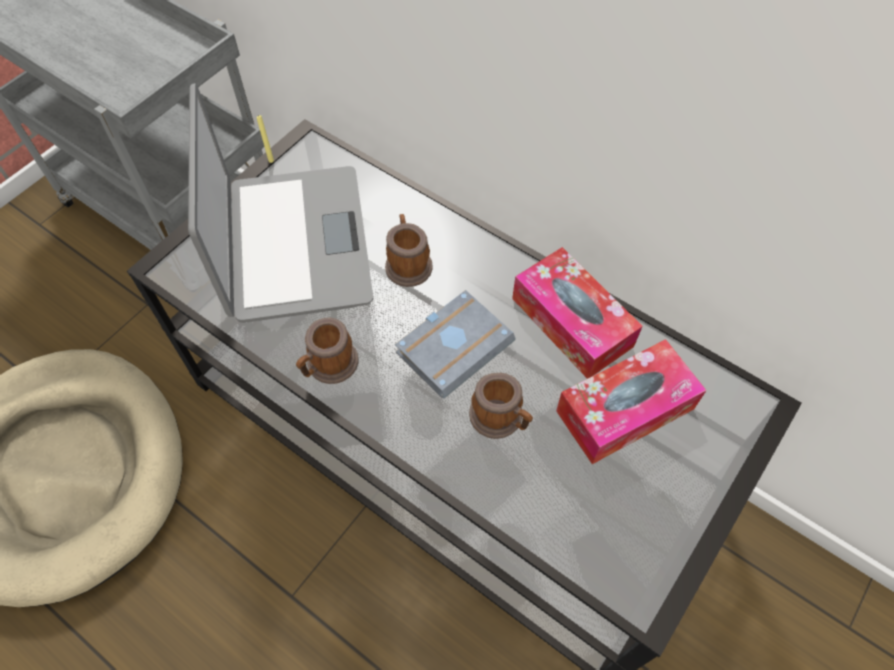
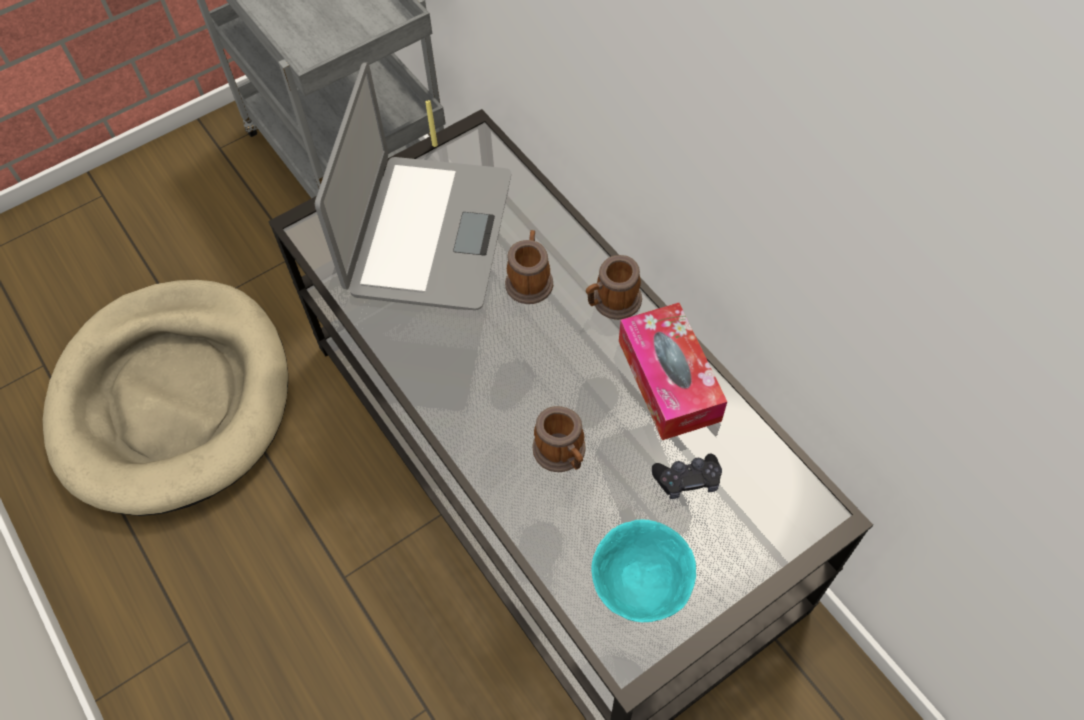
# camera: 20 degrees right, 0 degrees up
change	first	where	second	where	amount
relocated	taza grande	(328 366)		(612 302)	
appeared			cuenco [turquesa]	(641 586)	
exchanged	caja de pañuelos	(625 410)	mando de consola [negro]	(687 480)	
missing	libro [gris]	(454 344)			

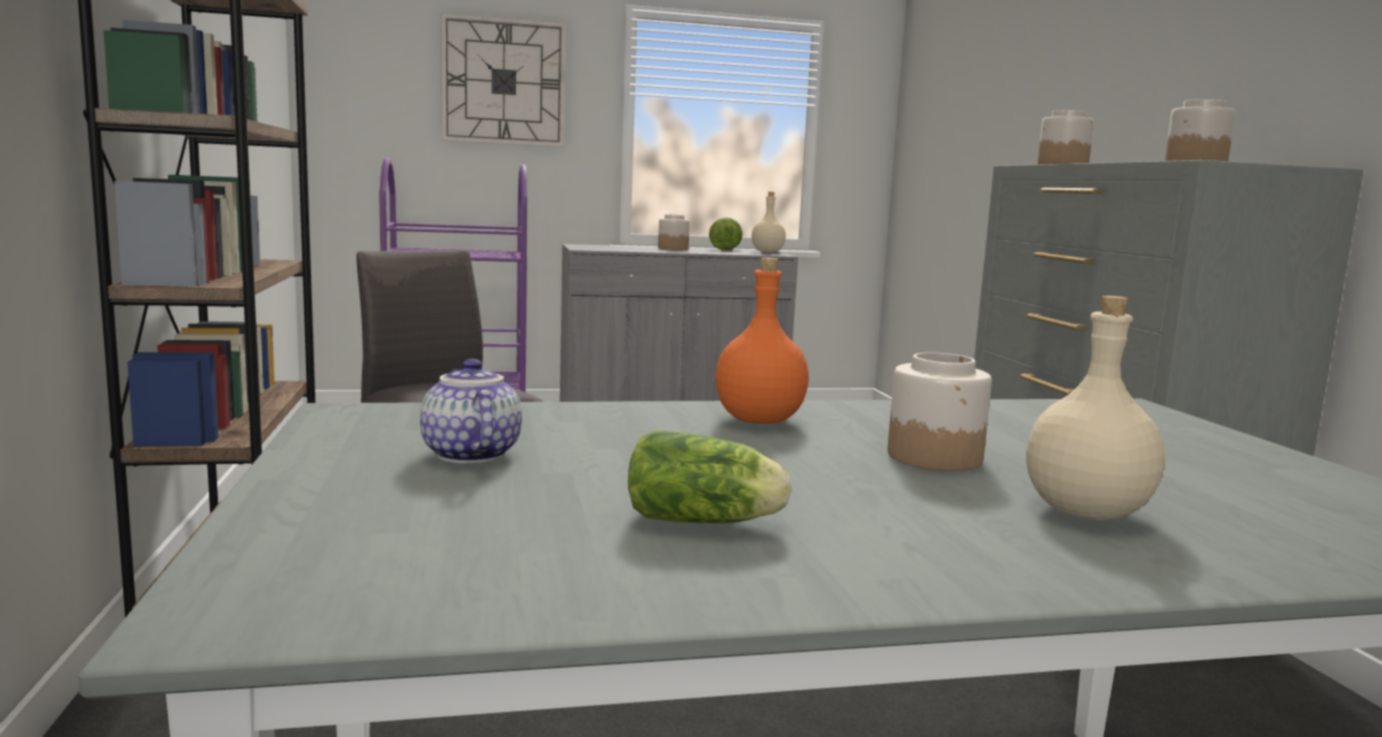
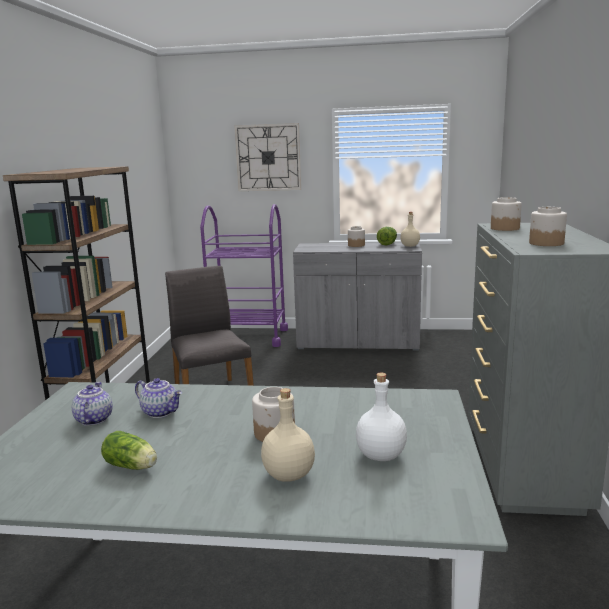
# camera: 20 degrees right, 5 degrees up
change	first	where	second	where	amount
appeared			tetera	(161 412)	
appeared			botella [blanco]	(380 456)	
missing	botella [naranja]	(761 420)			

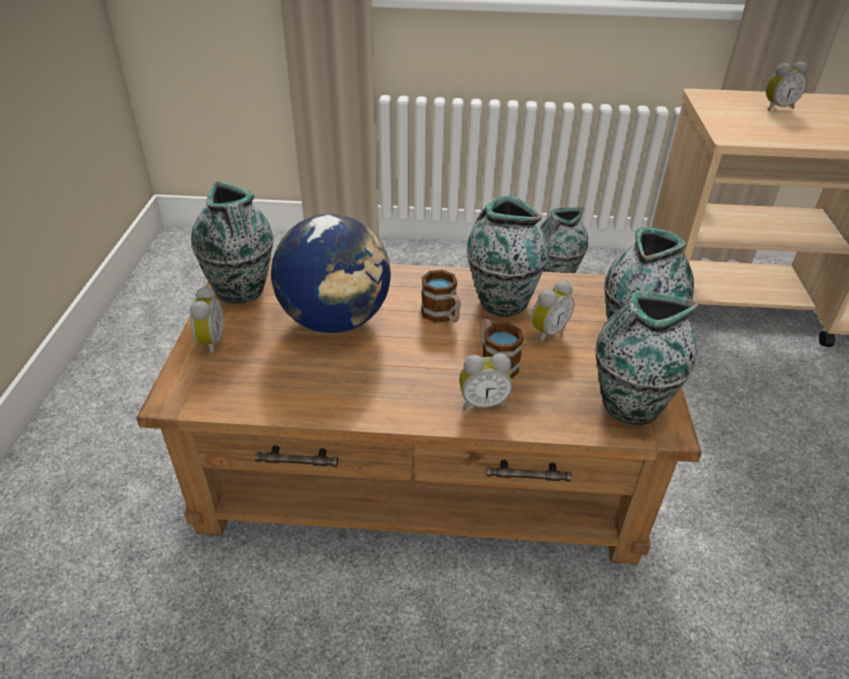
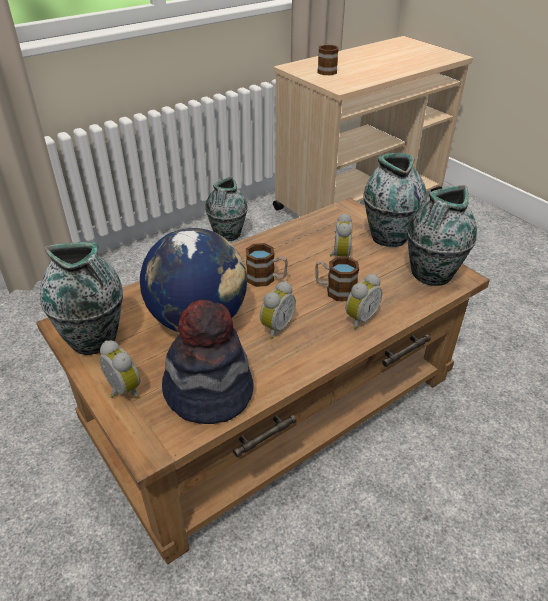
# camera: 40 degrees left, 0 degrees up
change	first	where	second	where	amount
appeared			sombrero	(209 393)	
relocated	despertador	(777 108)		(275 327)	
appeared			taza grande	(325 70)	
missing	florero	(501 302)			

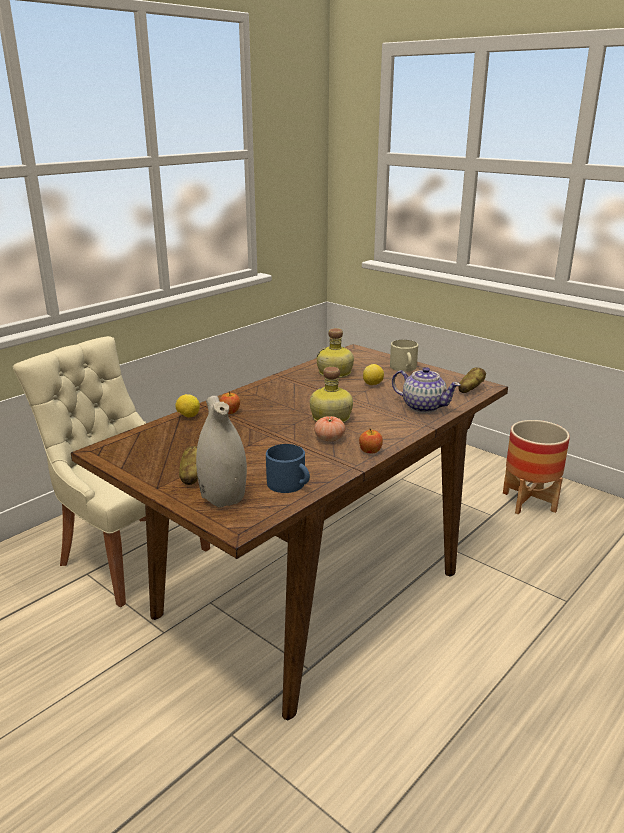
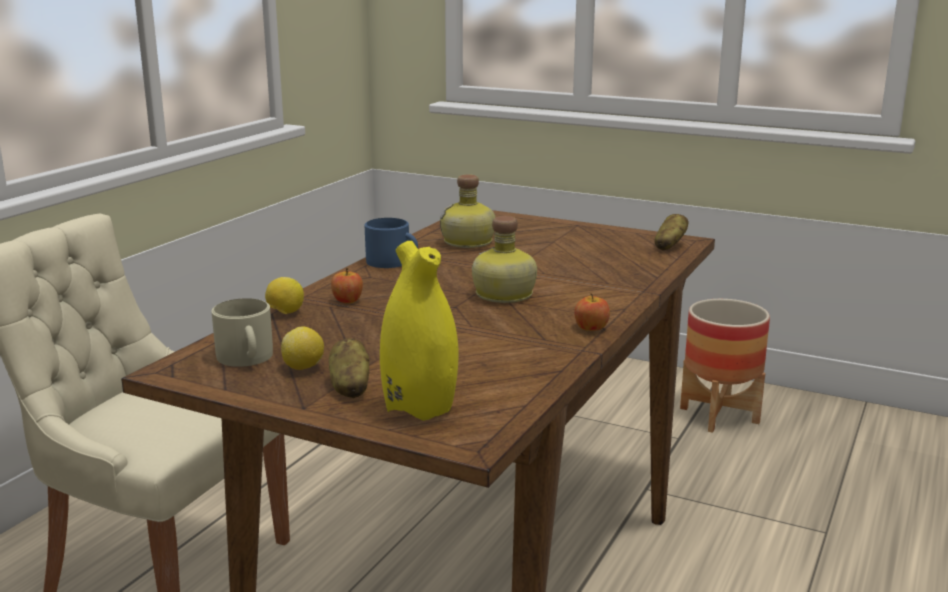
# camera: 15 degrees left, 5 degrees down
change	first	where	second	where	amount
relocated	taza grande [beis]	(404 368)		(246 358)	
relocated	limón	(373 384)		(304 368)	
relocated	taza grande [azul]	(290 485)		(393 262)	
colour	florero [blanco]	(223 498)	florero [amarillo]	(419 408)	
missing	tomate	(329 438)			
missing	tetera	(423 406)			

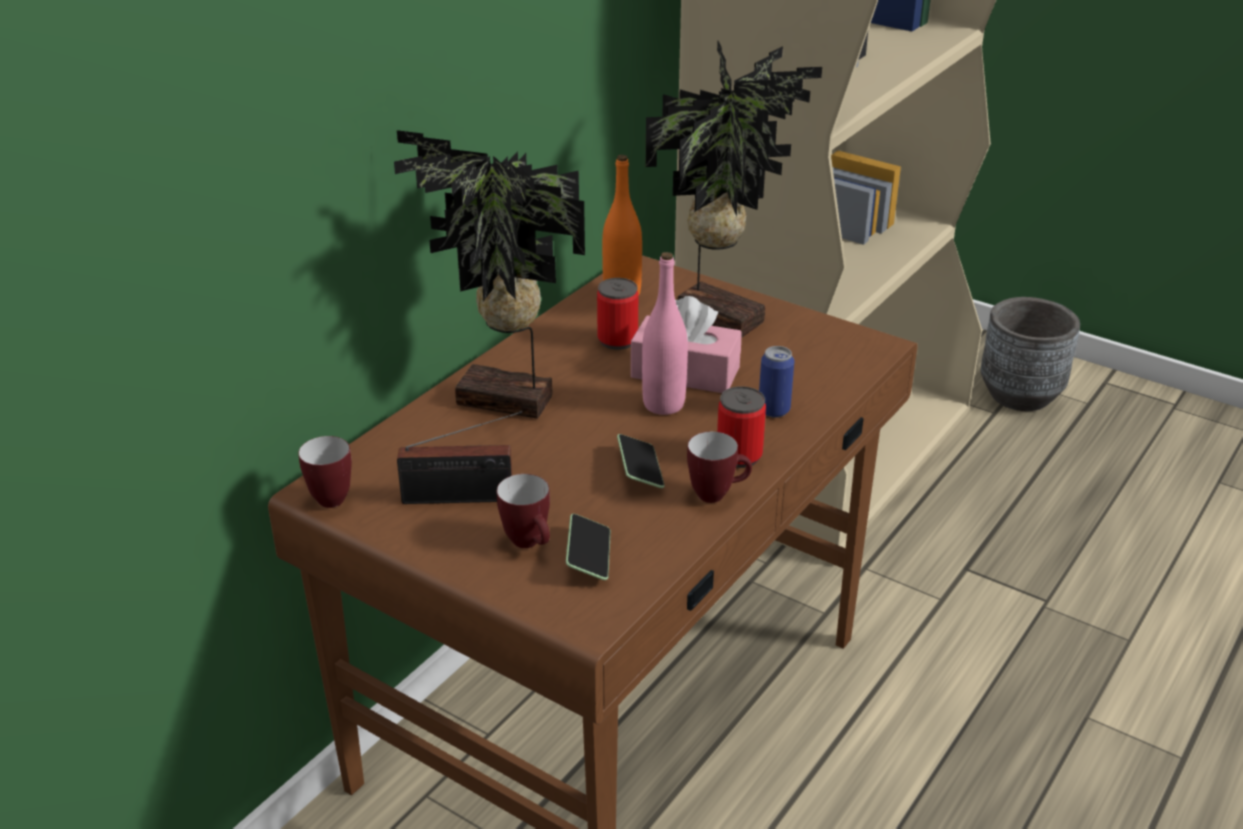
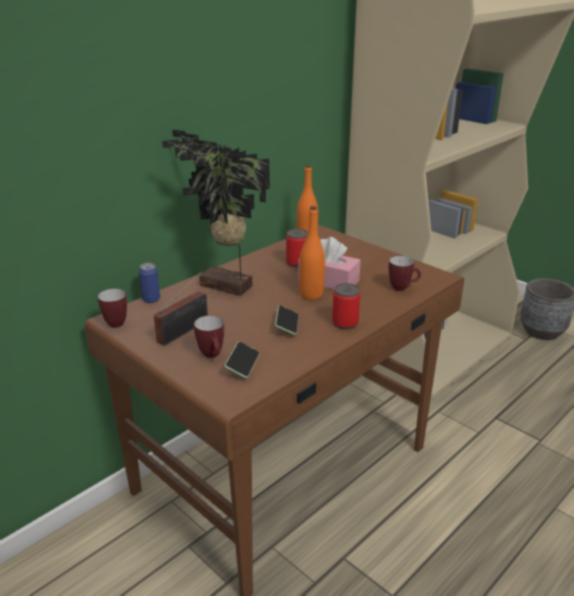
# camera: 10 degrees right, 5 degrees down
change	first	where	second	where	amount
relocated	lata	(774 410)		(151 299)	
spun	radio	(464 498)		(186 330)	60 degrees counterclockwise
colour	botella [rosa]	(663 404)	botella [naranja]	(311 295)	
relocated	taza grande	(717 494)		(402 288)	
missing	planta en maceta	(721 315)			

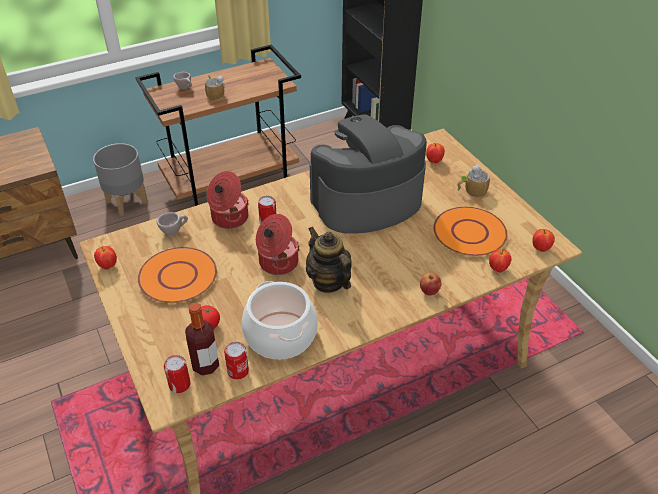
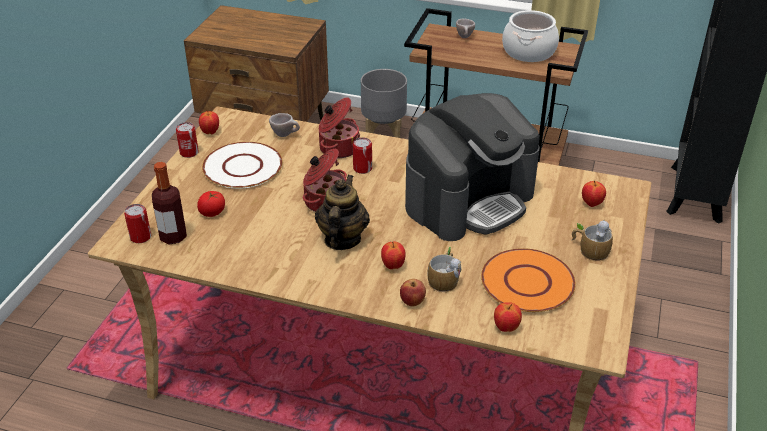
# camera: 45 degrees right, 5 degrees down
change	first	where	second	where	amount
relocated	lata	(238 371)		(189 153)	
colour	plato [naranja]	(178 276)	plato [blanco]	(243 167)	
relocated	manzana	(540 248)		(393 266)	
spun	cafetera	(366 202)		(469 200)	120 degrees clockwise
relocated	taza grande	(214 94)		(445 279)	
relocated	olla	(280 335)		(528 51)	

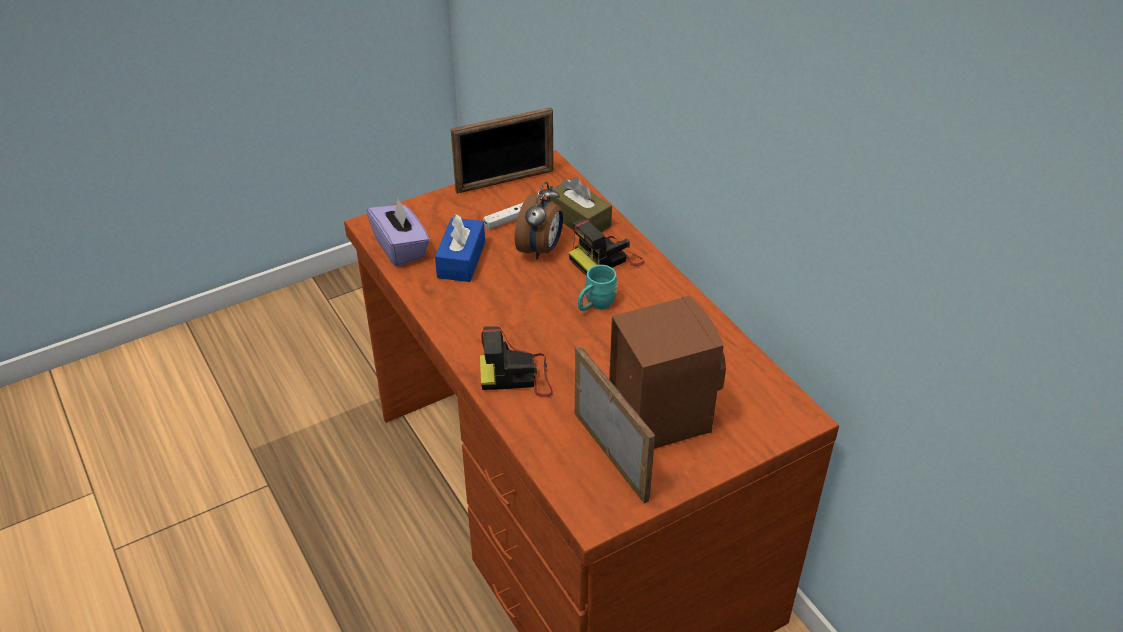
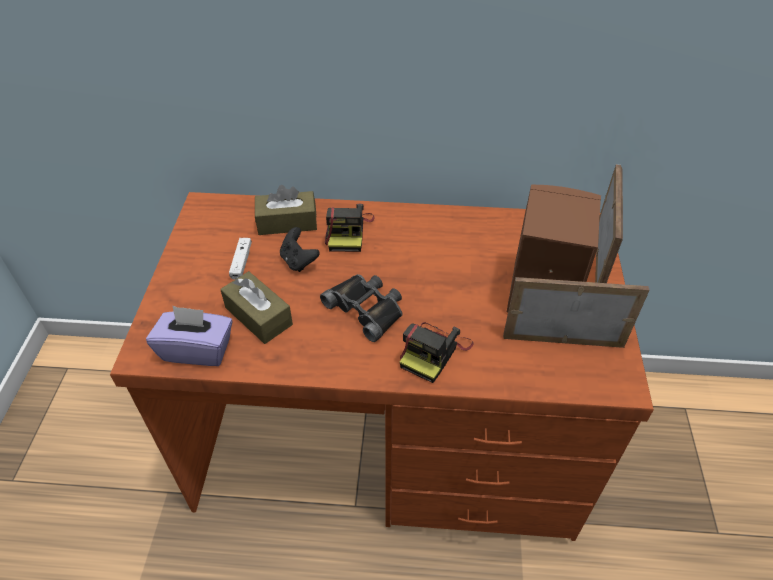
# camera: 55 degrees left, 5 degrees up
change	first	where	second	where	amount
colour	caja de pañuelos [azul]	(461 260)	caja de pañuelos [marrón]	(258 316)	
exchanged	despertador	(541 249)	mando de consola [negro]	(298 261)	
appeared			prismáticos [negro]	(366 308)	
relocated	portarretratos	(505 181)		(599 257)	
missing	taza grande [turquesa]	(595 305)			

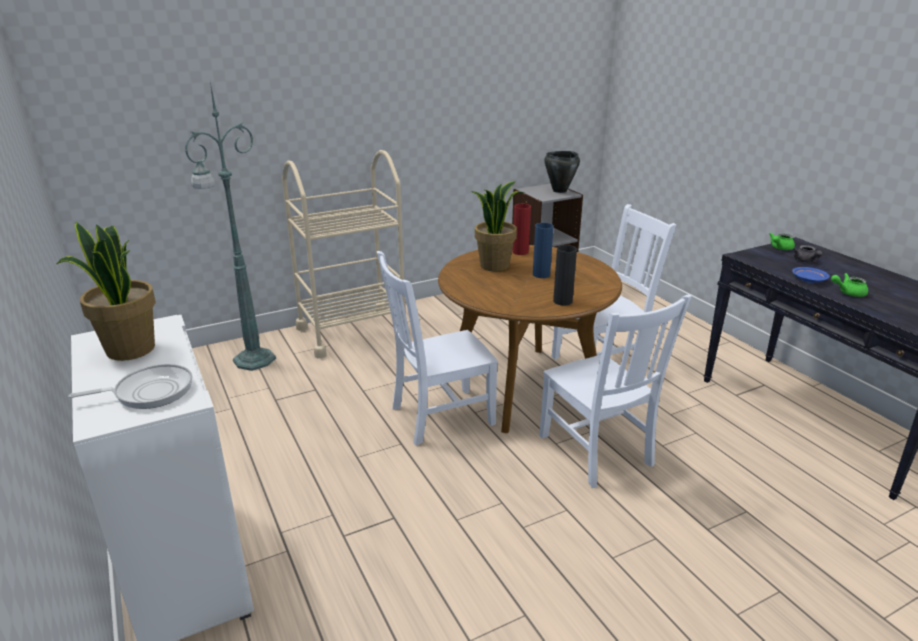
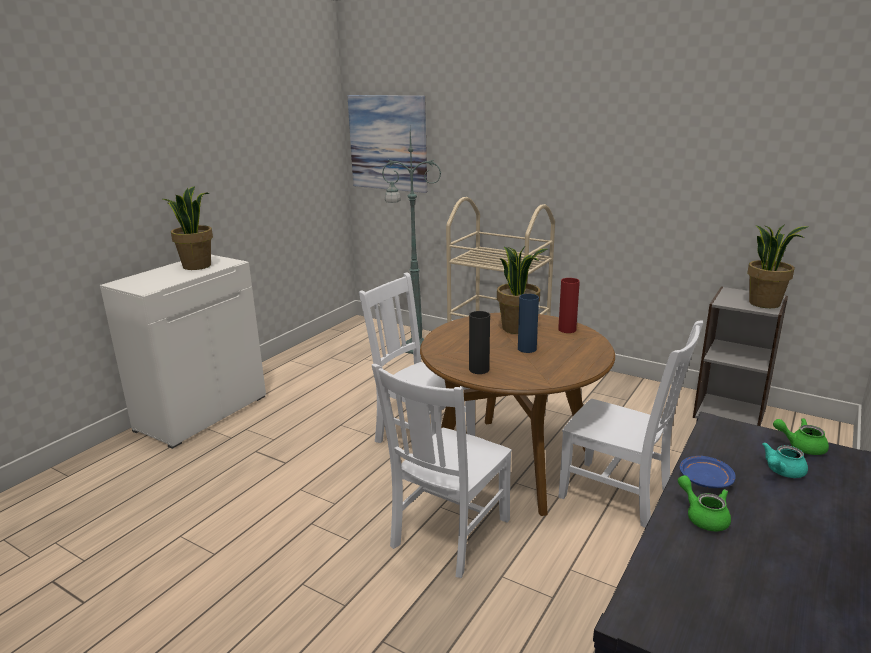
# camera: 60 degrees right, 5 degrees down
change	first	where	second	where	amount
appeared			cuadro	(388 143)	
exchanged	olla [negro]	(559 191)	planta en maceta	(765 303)	
colour	tetera [gris]	(806 261)	tetera [turquesa]	(781 471)	
missing	sartén	(149 392)			

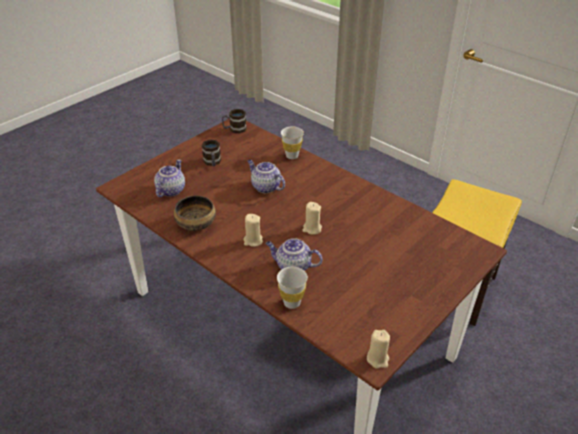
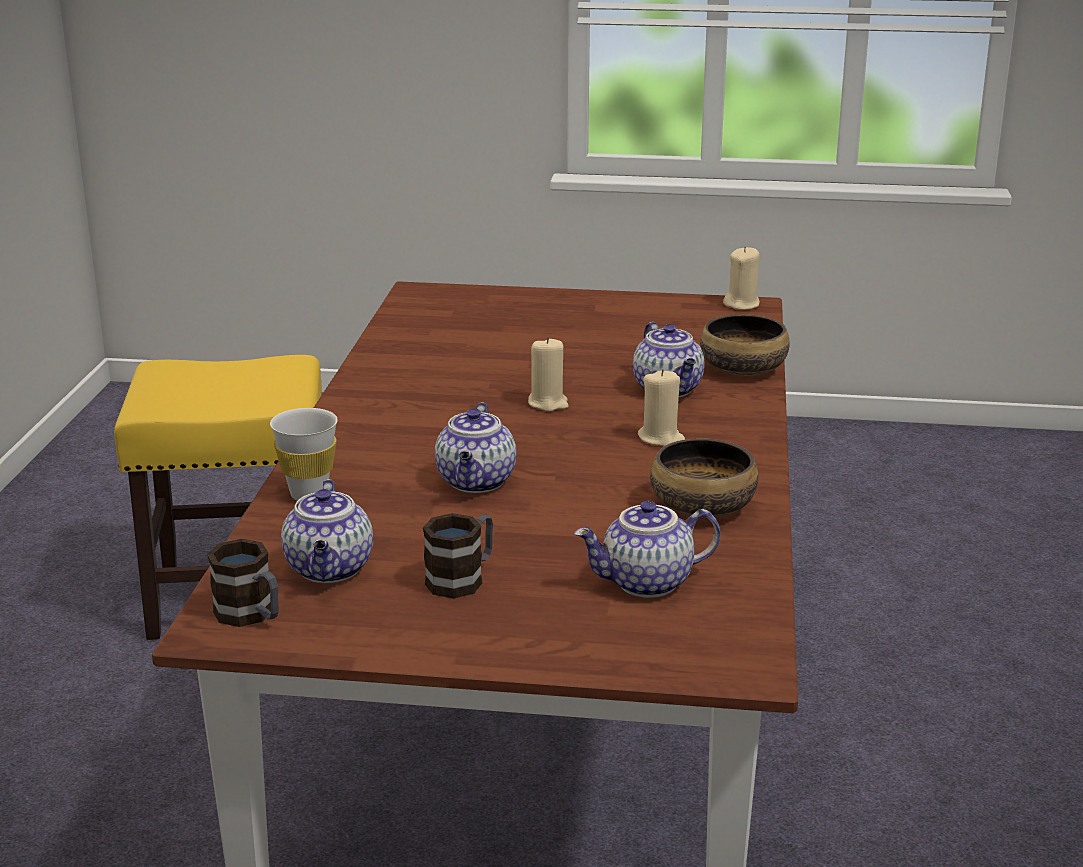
# camera: 125 degrees left, 15 degrees down
change	first	where	second	where	amount
appeared			tetera	(330 570)	
exchanged	taza [blanco]	(292 303)	cuenco	(743 369)	

